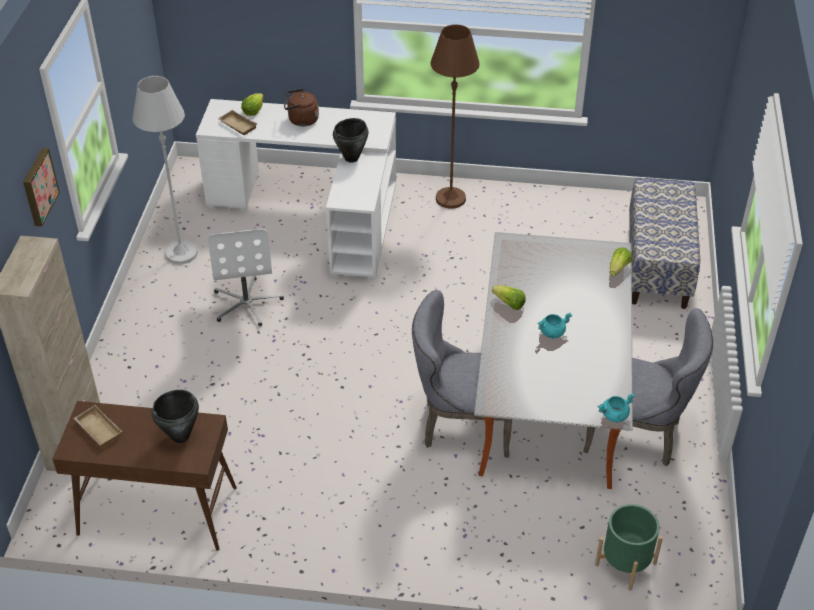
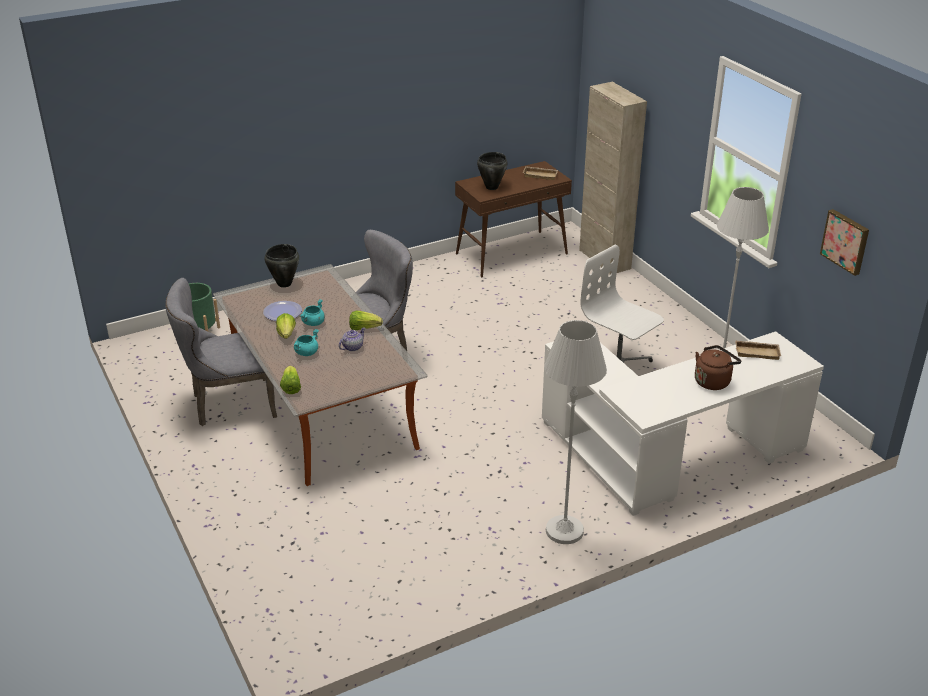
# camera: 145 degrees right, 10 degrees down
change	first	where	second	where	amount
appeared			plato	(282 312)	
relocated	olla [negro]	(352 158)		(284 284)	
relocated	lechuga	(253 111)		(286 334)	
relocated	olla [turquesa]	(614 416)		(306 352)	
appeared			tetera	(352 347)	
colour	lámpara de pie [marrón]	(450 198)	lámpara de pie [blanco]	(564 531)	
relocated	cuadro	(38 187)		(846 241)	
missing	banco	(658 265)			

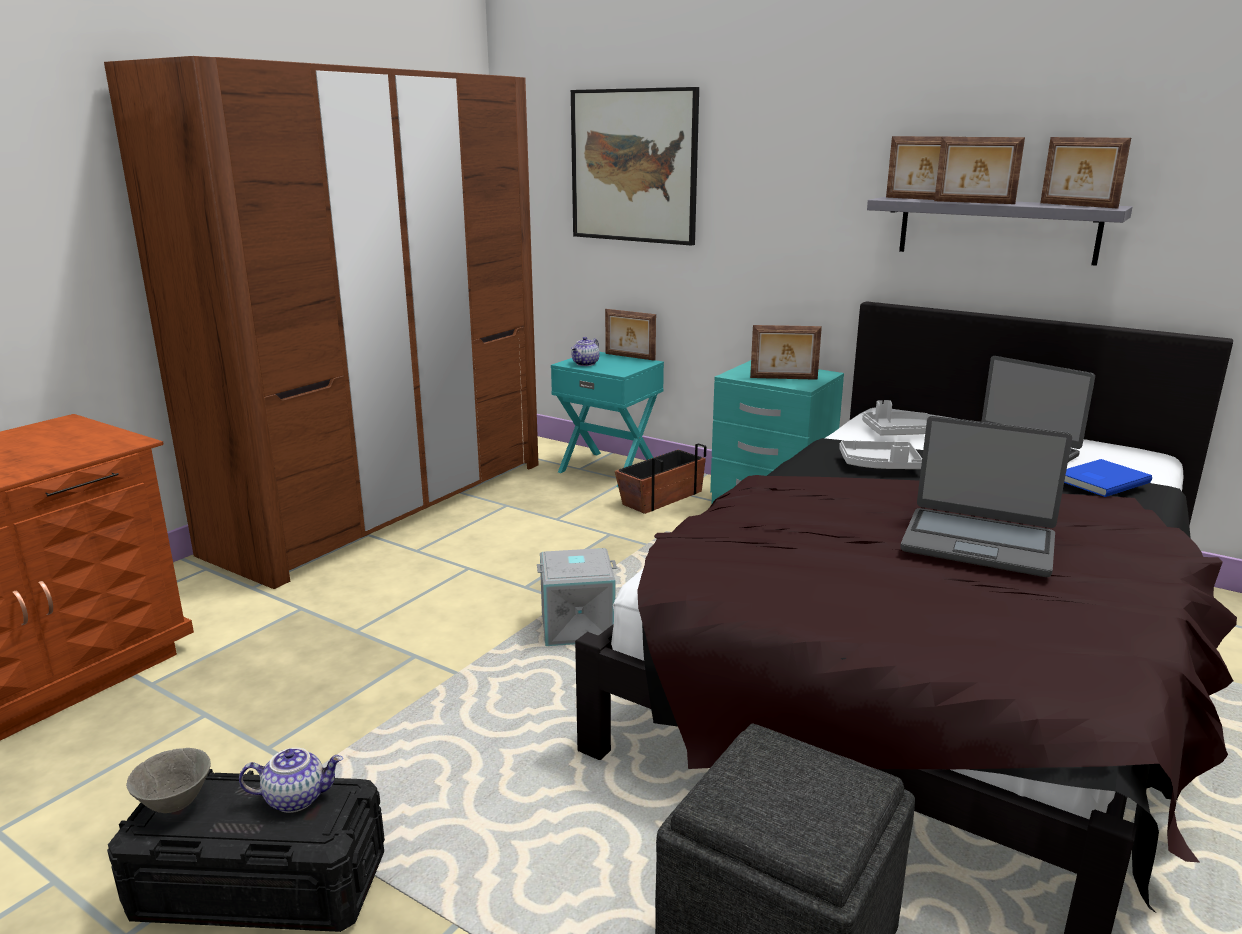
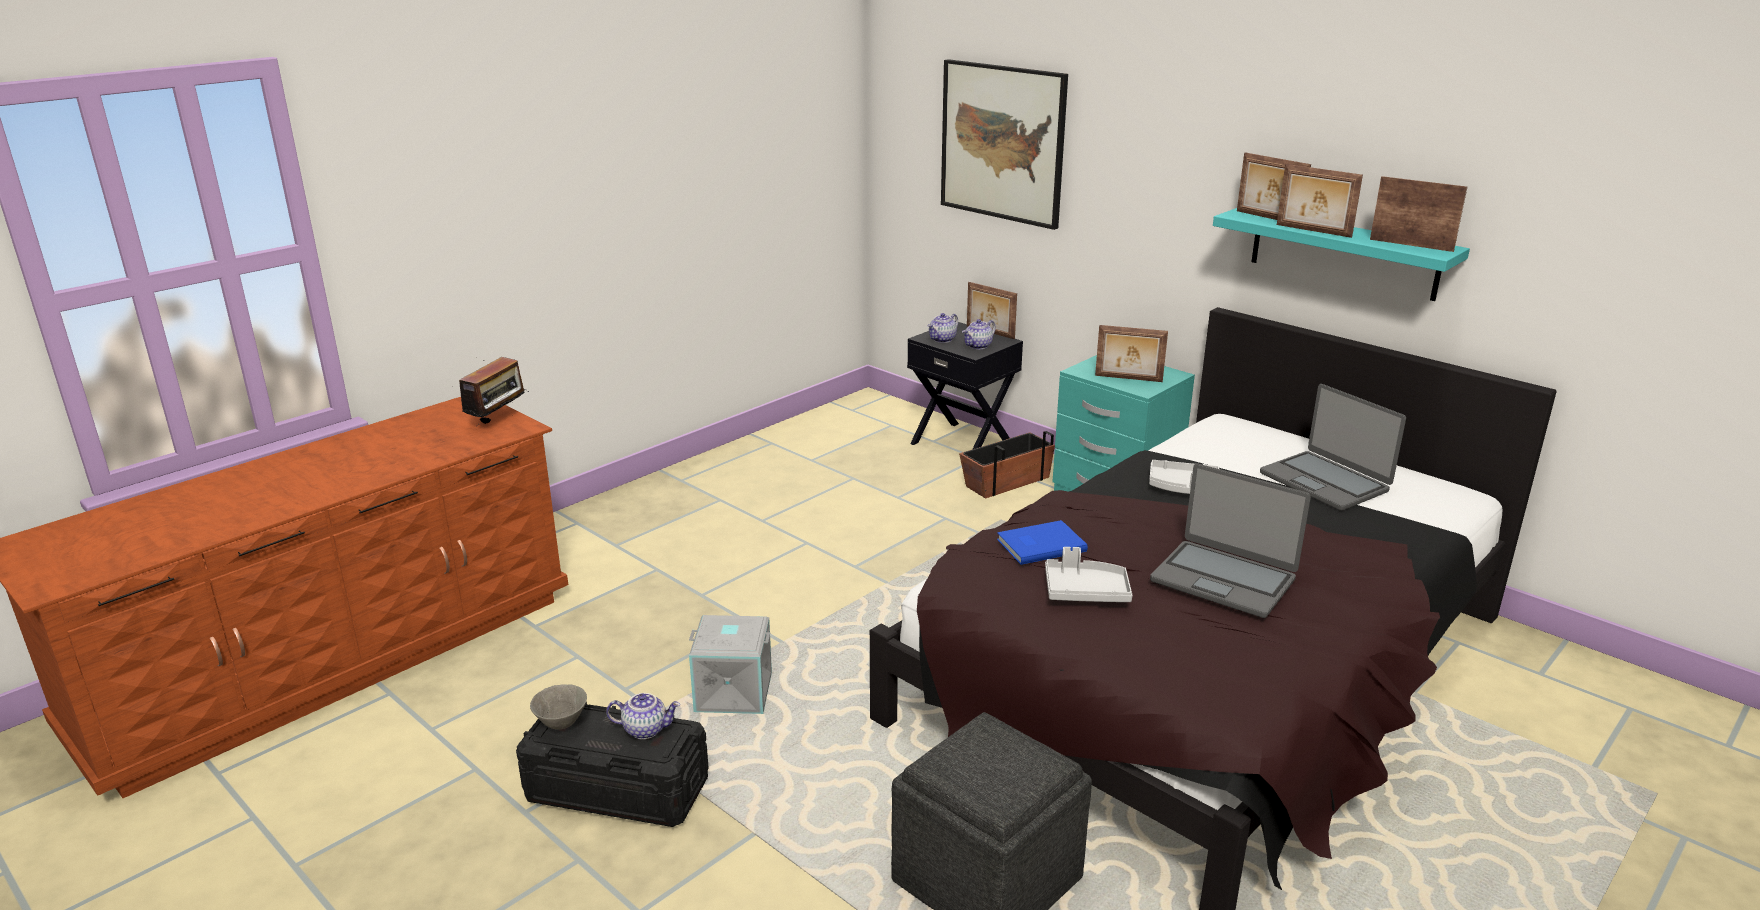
# camera: 10 degrees right, 5 degrees up
change	first	where	second	where	amount
appeared			radio	(498 420)	
relocated	caja de almacenaje [gris]	(578 626)		(734 692)	
colour	mesita de noche [turquesa]	(609 469)	mesita de noche [negro]	(962 443)	
appeared			tetera	(978 346)	
relocated	libro [azul]	(1099 480)		(1039 544)	
relocated	bandeja [gris]	(900 432)		(1085 591)	
colour	estante [gris]	(997 229)	estante [turquesa]	(1343 253)	
spun	portarretratos	(1077 205)		(1411 245)	150 degrees clockwise
missing	armario ropero [marrón]	(387 505)			

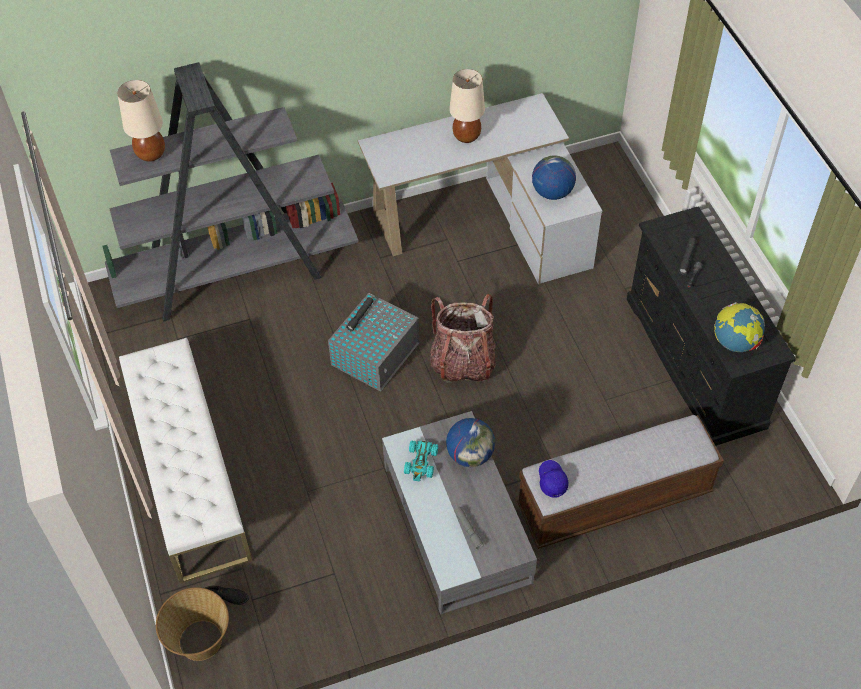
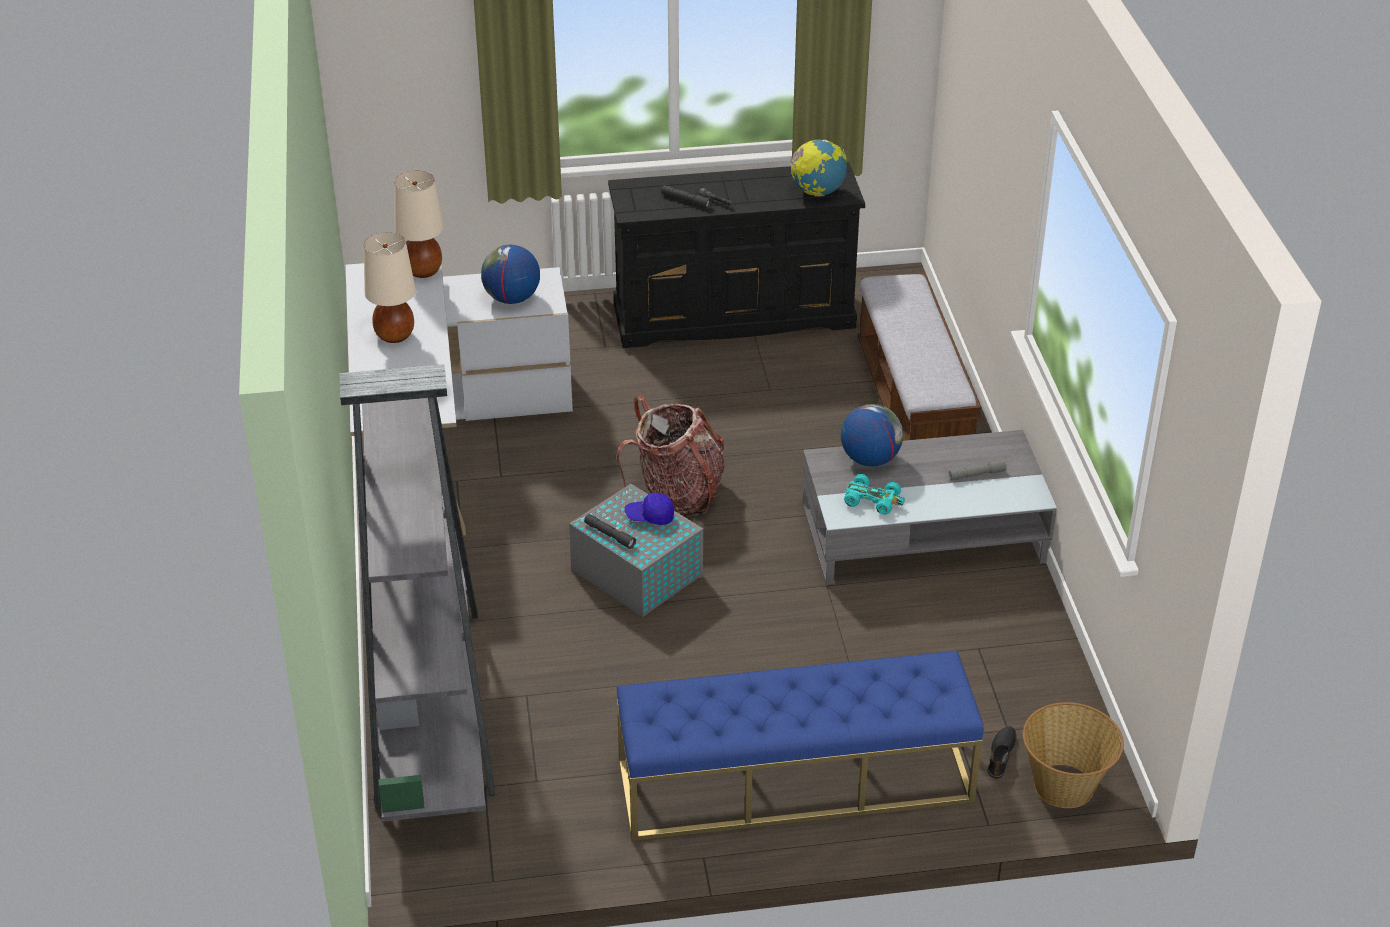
# camera: 80 degrees left, 15 degrees down
change	first	where	second	where	amount
relocated	lámpara de mesa [beis]	(151 154)		(423 271)	
colour	banco [blanco]	(189 474)	banco [azul]	(794 781)	
relocated	gorra [azul]	(552 481)		(650 516)	

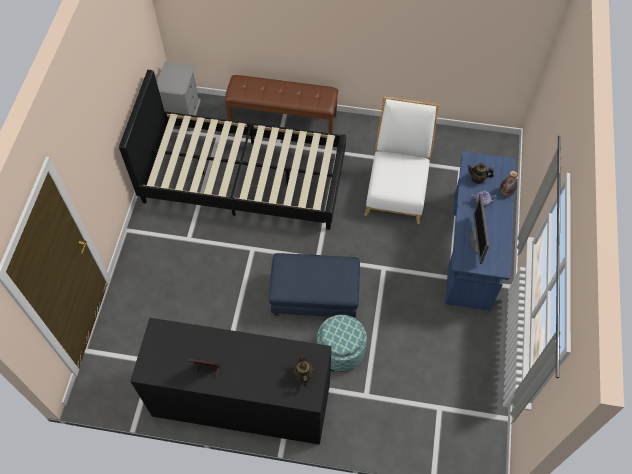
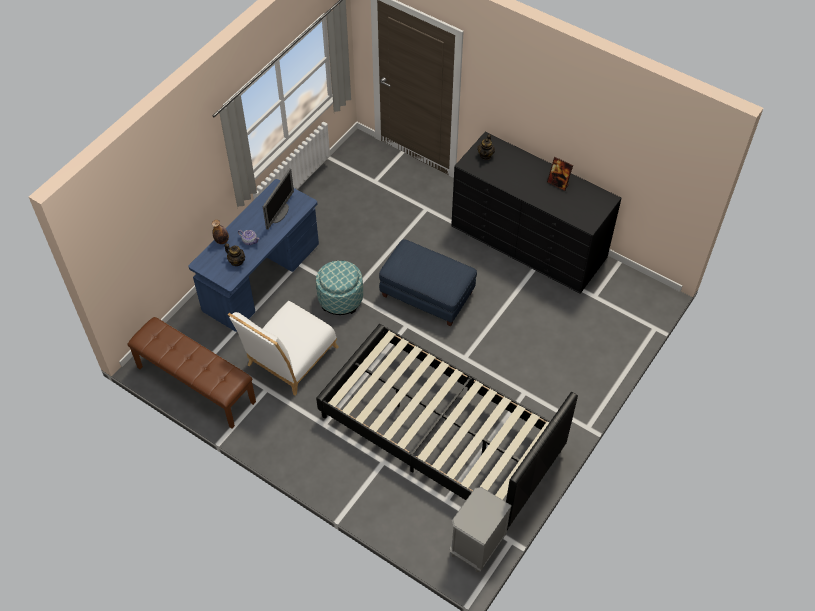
# camera: 155 degrees left, 5 degrees down
change	first	where	second	where	amount
relocated	banco [marrón]	(283 119)		(195 385)	
relocated	puf	(340 351)		(340 299)	

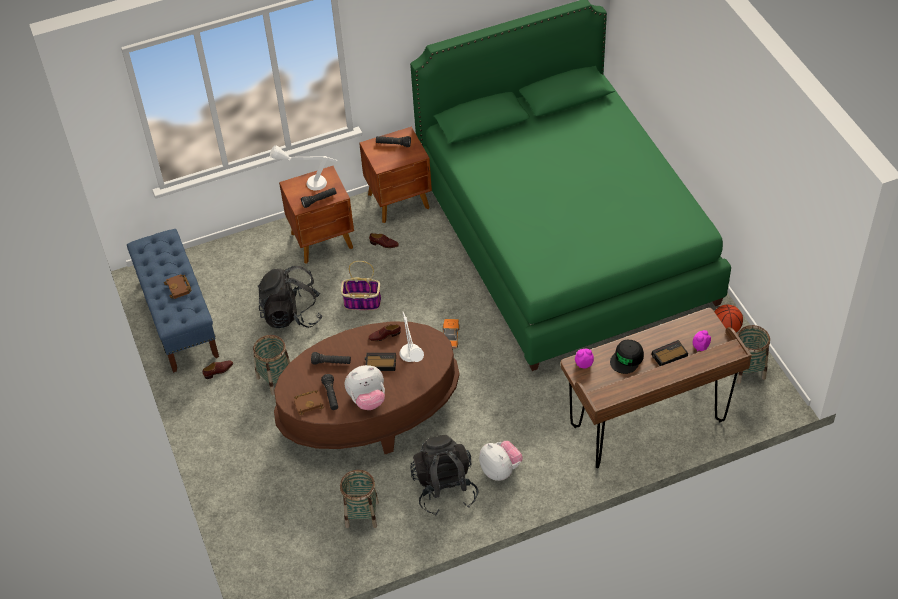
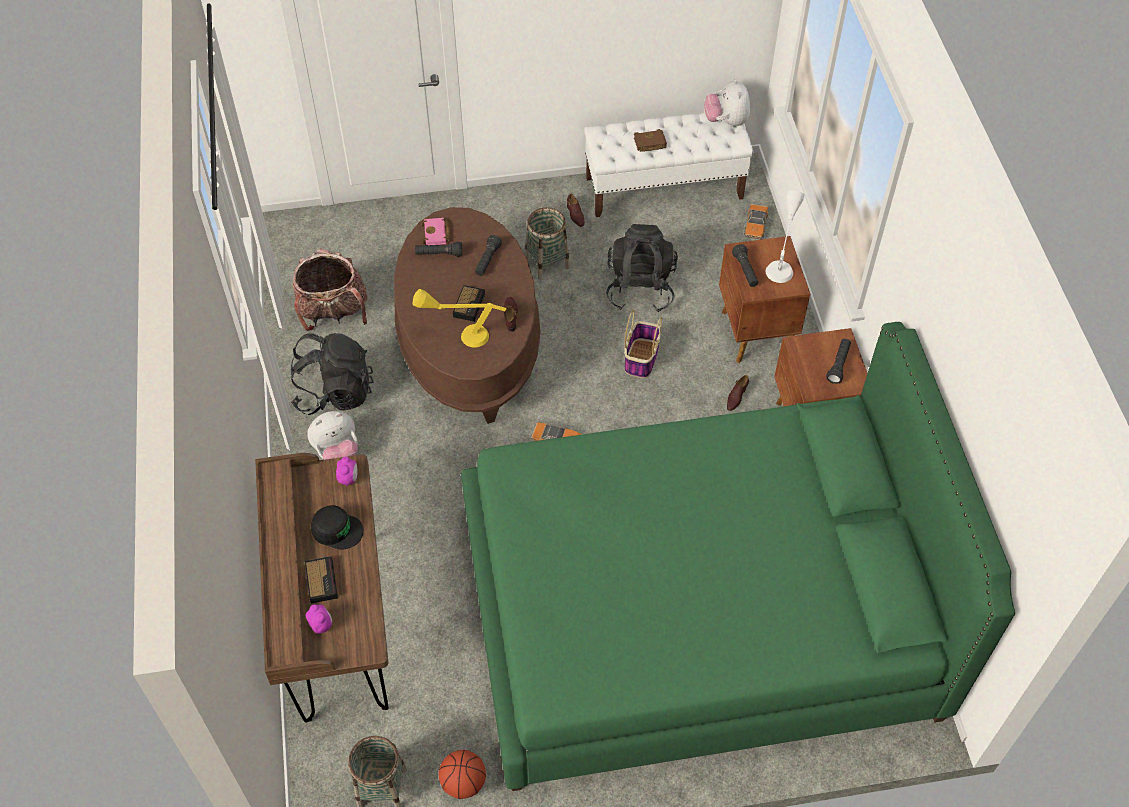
# camera: 100 degrees right, 5 degrees up
change	first	where	second	where	amount
exchanged	cesta	(362 514)	mochila	(334 313)	
spun	gorra [negro]	(627 359)		(337 530)	150 degrees clockwise
colour	lámpara de mesa [blanco]	(412 362)	lámpara de mesa [amarillo]	(460 336)	
colour	libro [marrón]	(309 403)	libro [rosa]	(437 234)	
colour	banco [azul]	(178 318)	banco [blanco]	(664 188)	
relocated	peluche	(367 399)		(726 121)	
appeared			coche de juguete	(755 225)	

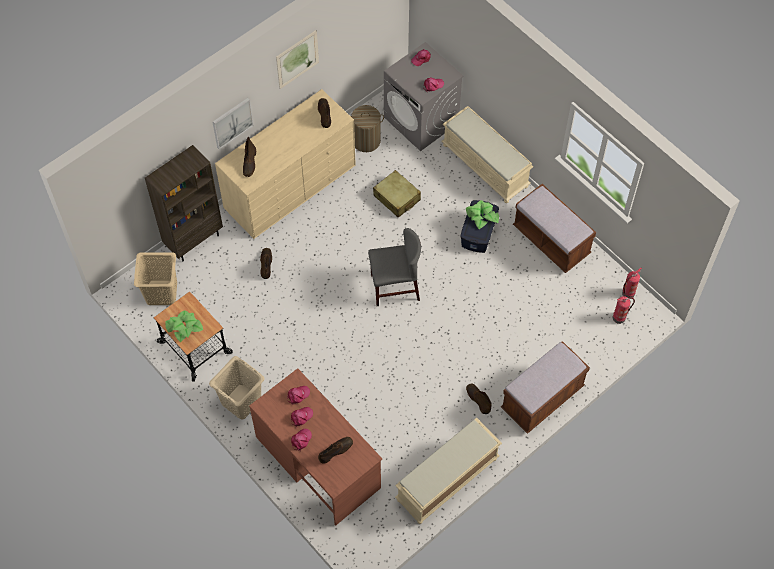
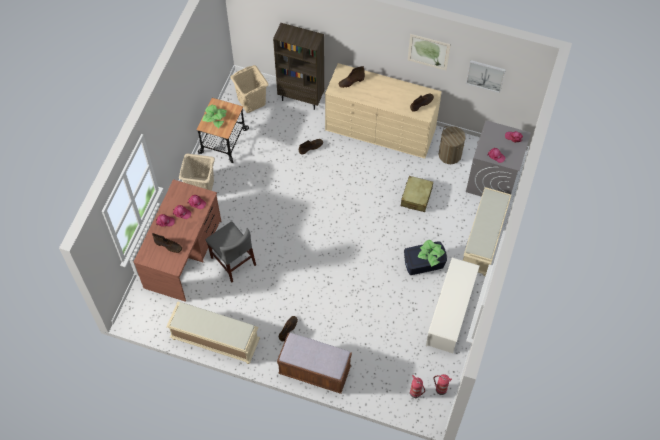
# camera: 60 degrees right, 0 degrees up
change	first	where	second	where	amount
relocated	silla [gris]	(395 287)		(233 261)	
exchanged	banco [marrón]	(551 241)	zapatero [blanco]	(450 314)	
relocated	cuadro	(232 122)		(485 75)	

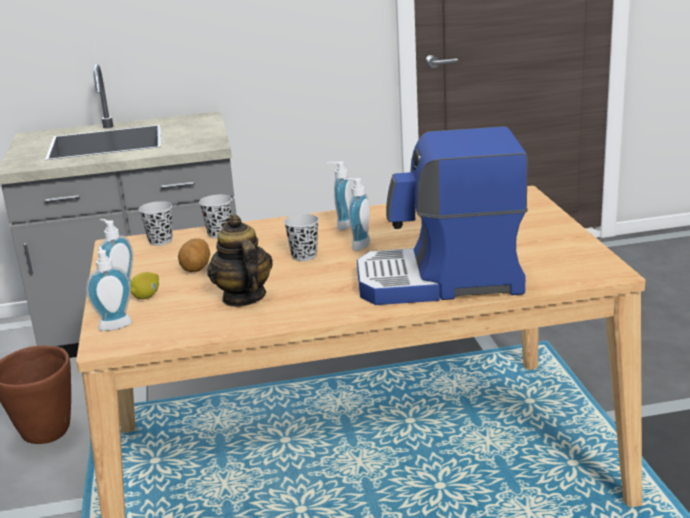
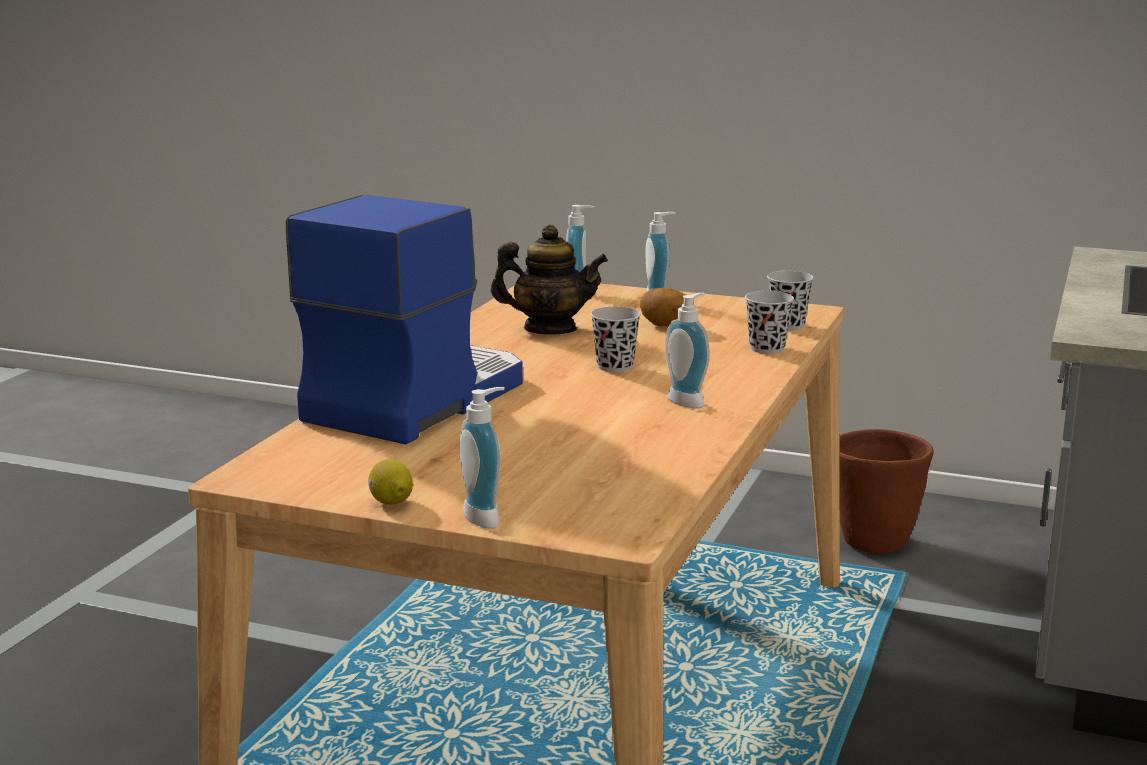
# camera: 120 degrees right, 5 degrees down
change	first	where	second	where	amount
relocated	limón	(147 296)		(391 503)	
relocated	dispensador de jabón	(358 245)		(487 517)	

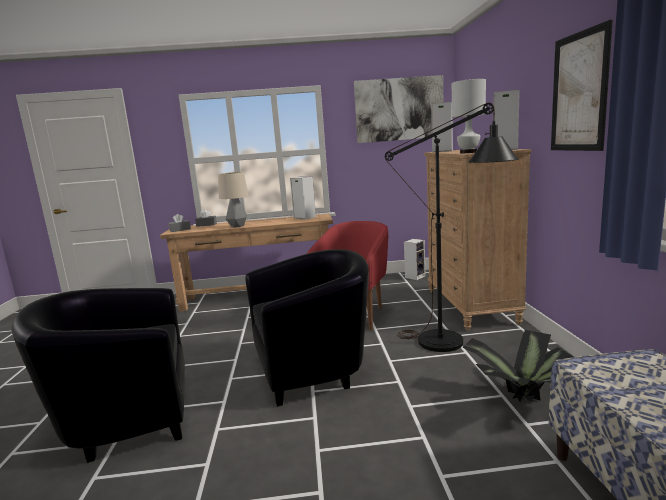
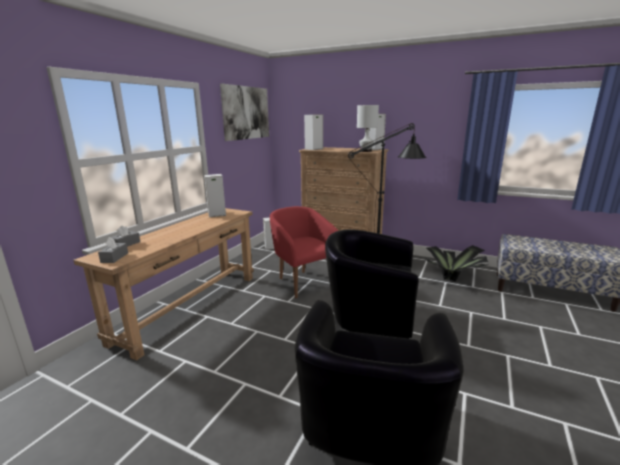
# camera: 60 degrees left, 5 degrees up
change	first	where	second	where	amount
spun	sillón [negro]	(314 369)		(369 320)	90 degrees counterclockwise
missing	lámpara de mesa	(237 226)			
missing	cuadro	(579 92)			

